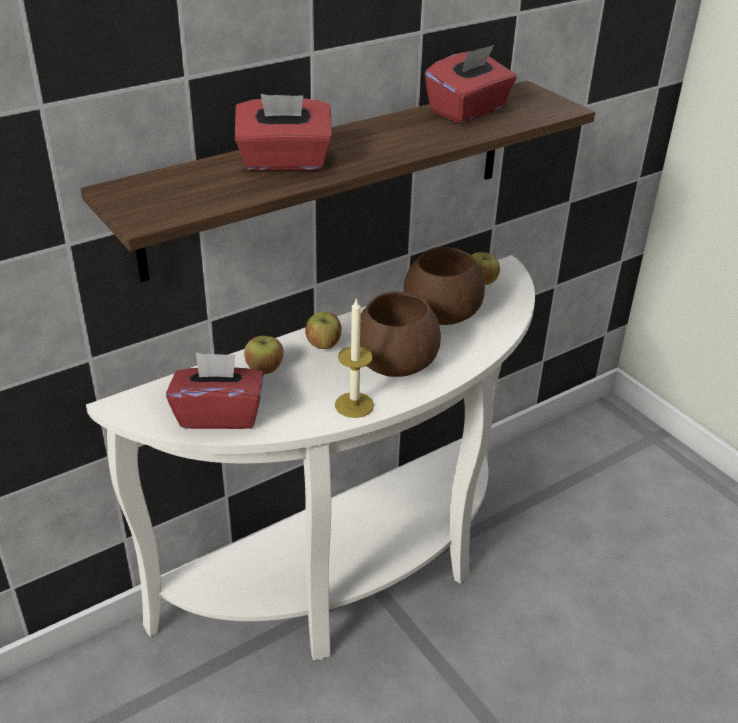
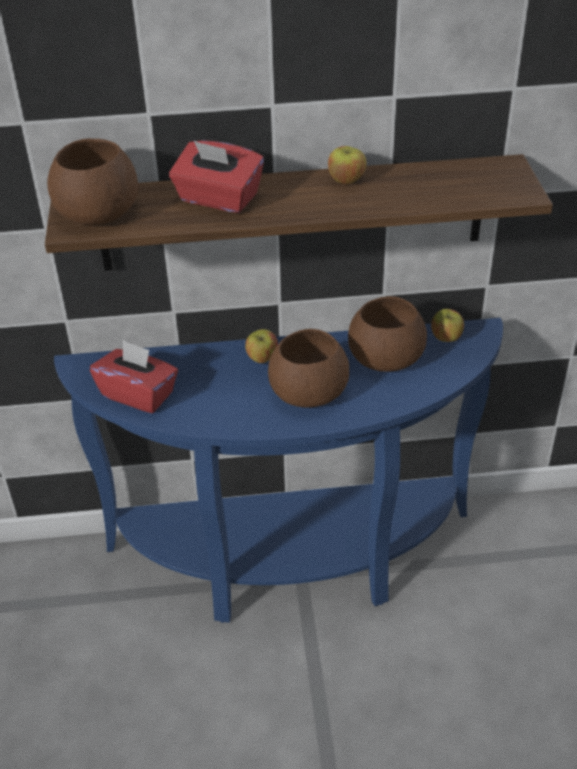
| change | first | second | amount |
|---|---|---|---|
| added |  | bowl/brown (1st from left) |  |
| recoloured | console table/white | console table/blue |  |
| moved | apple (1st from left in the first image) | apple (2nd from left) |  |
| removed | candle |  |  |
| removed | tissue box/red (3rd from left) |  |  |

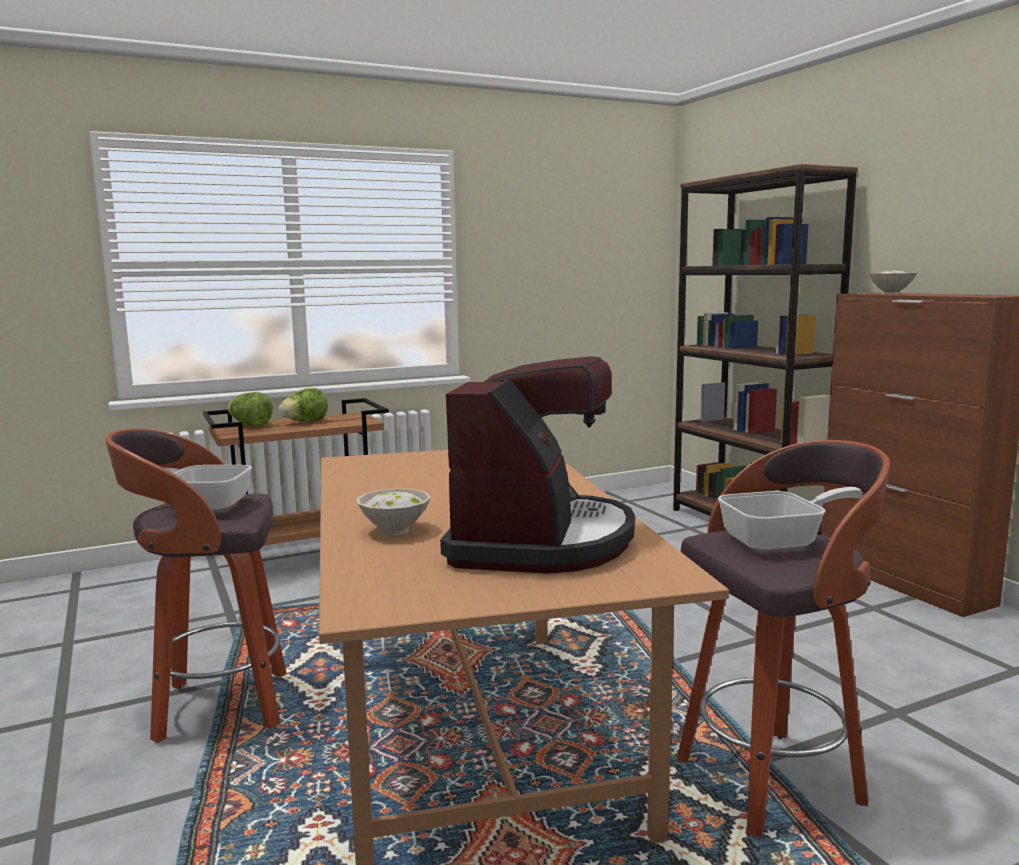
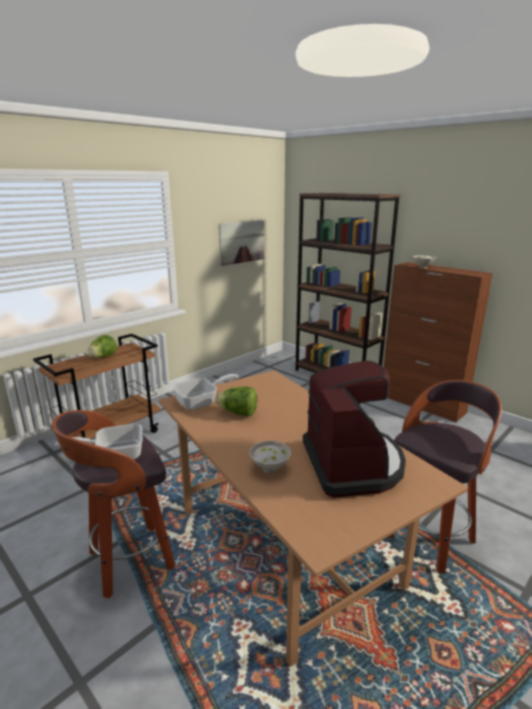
| change | first | second | amount |
|---|---|---|---|
| moved | frying pan (2nd from left) |  |  |
| moved | lettuce (1st from left in the first image) | lettuce (2nd from left) |  |
| added |  | picture |  |

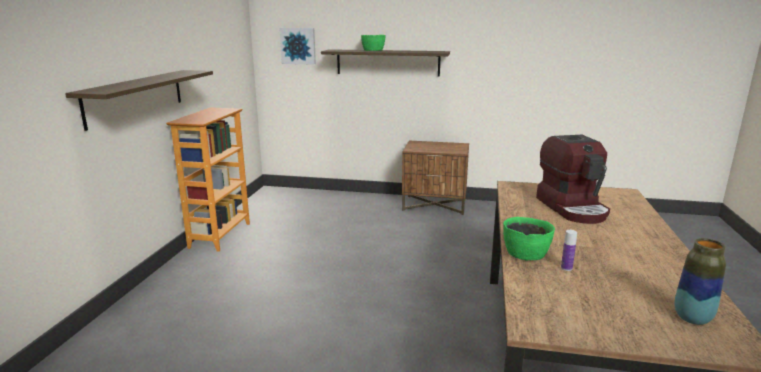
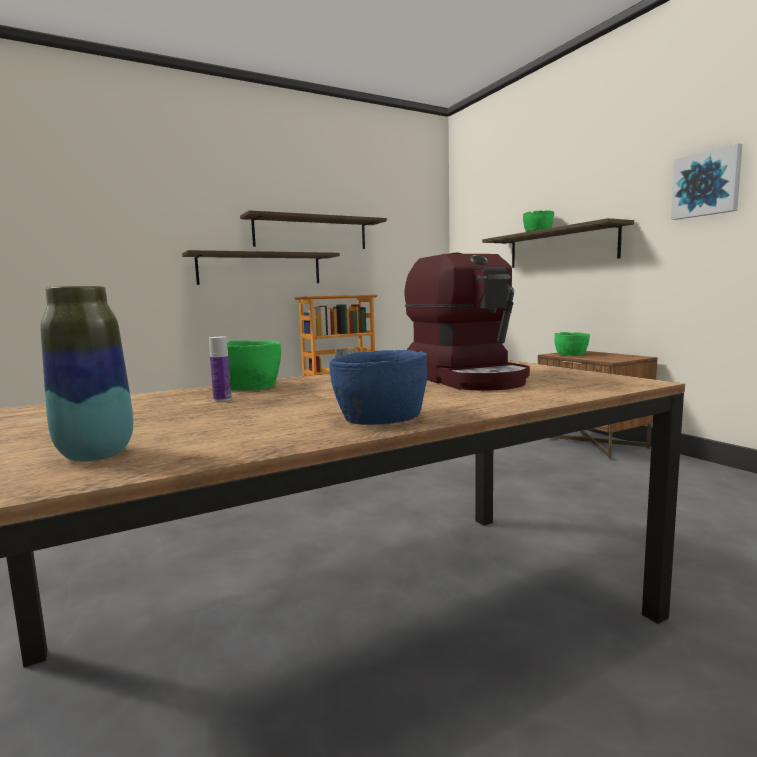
| change | first | second | amount |
|---|---|---|---|
| added |  | shelf (2nd from left) |  |
| added |  | bowl/blue |  |
| turned | coffee machine |  | 60 degrees counterclockwise |
| added |  | bowl/green (3rd from left) |  |
| moved | picture |  |  |

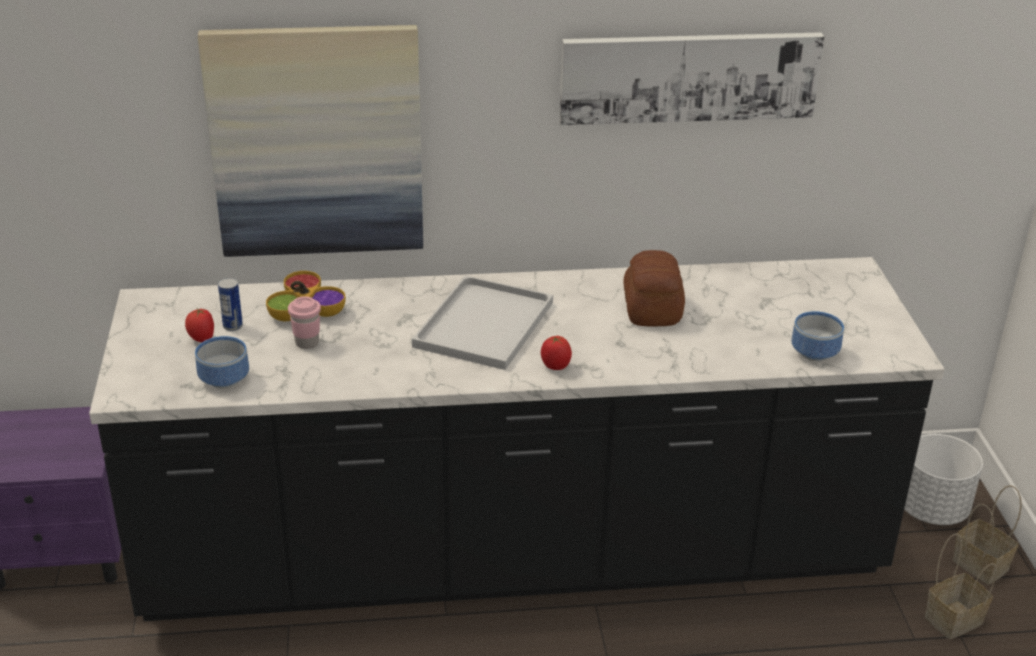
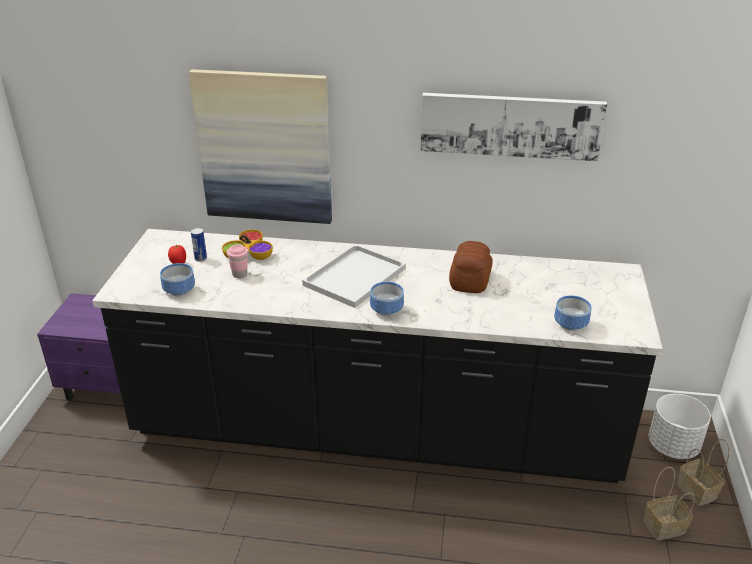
| change | first | second | amount |
|---|---|---|---|
| replaced | tomato (2nd from left) | bowl (3rd from left) |  |

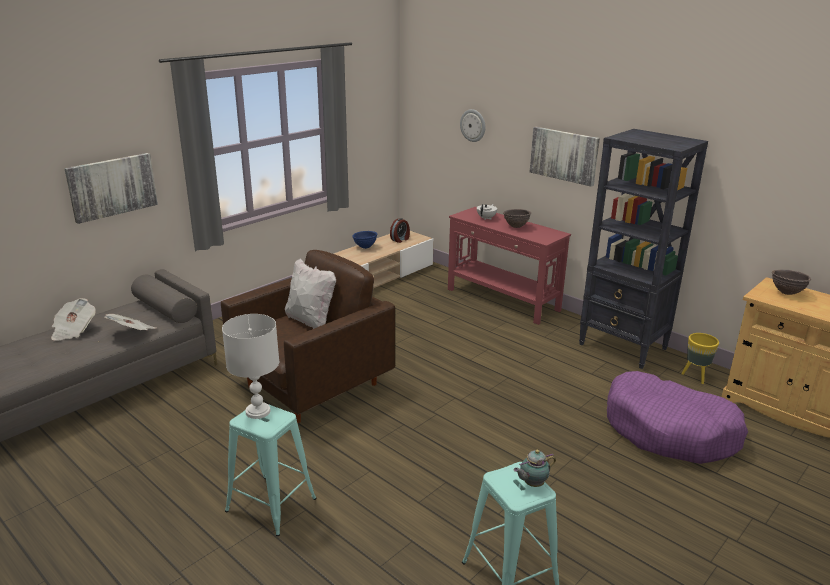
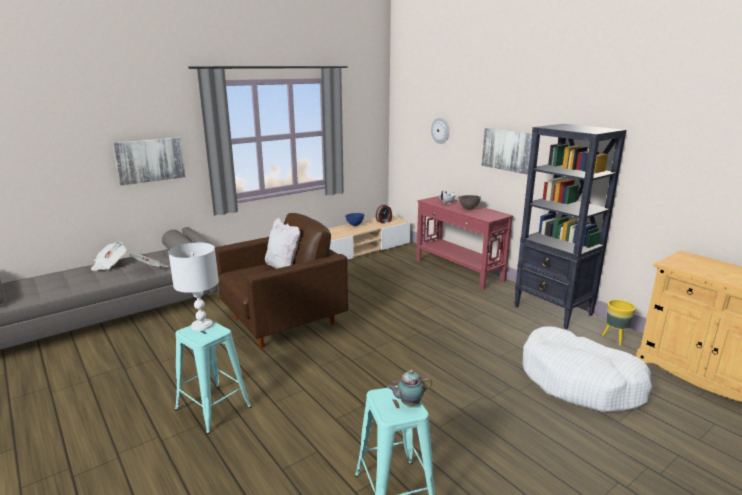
| change | first | second | amount |
|---|---|---|---|
| recoloured | dog bed/purple | dog bed/white |  |
| removed | bowl/brown (2nd from left) |  |  |

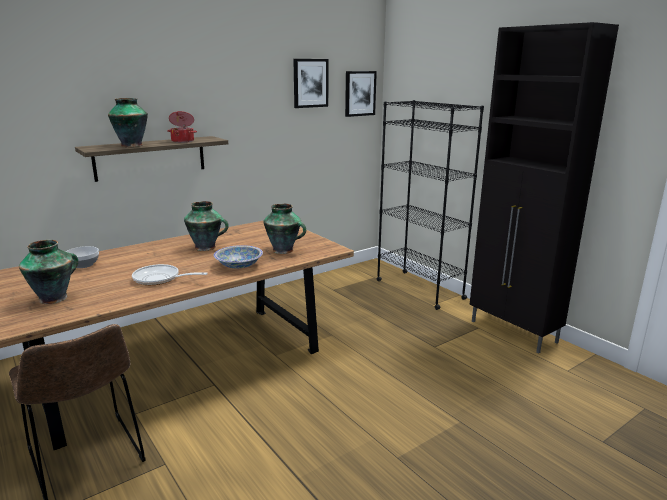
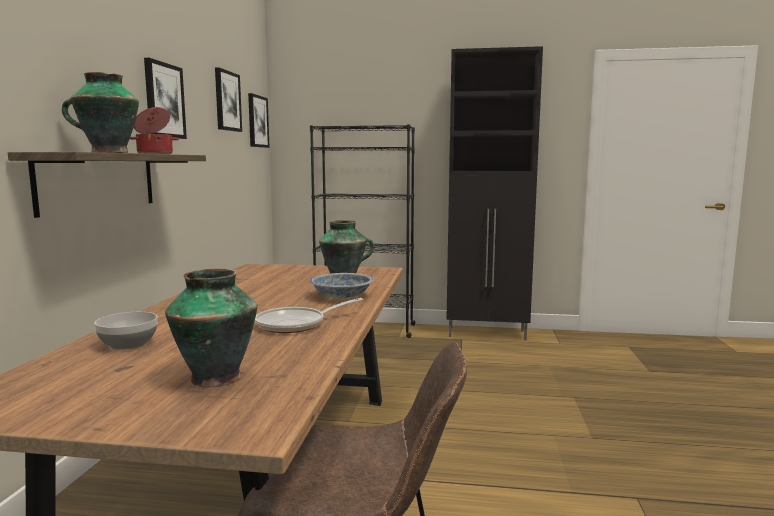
| change | first | second | amount |
|---|---|---|---|
| added |  | picture (1st from left) |  |
| removed | vase (3rd from left) |  |  |

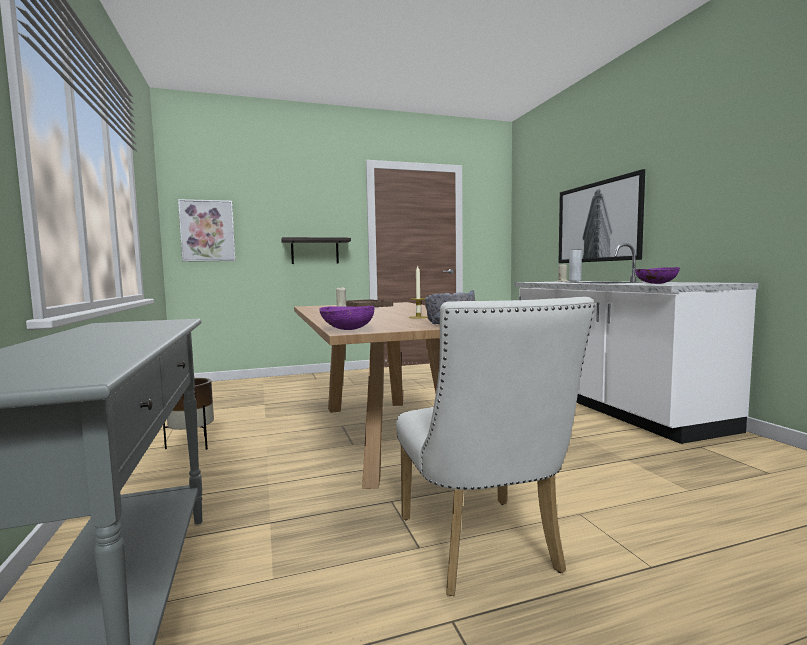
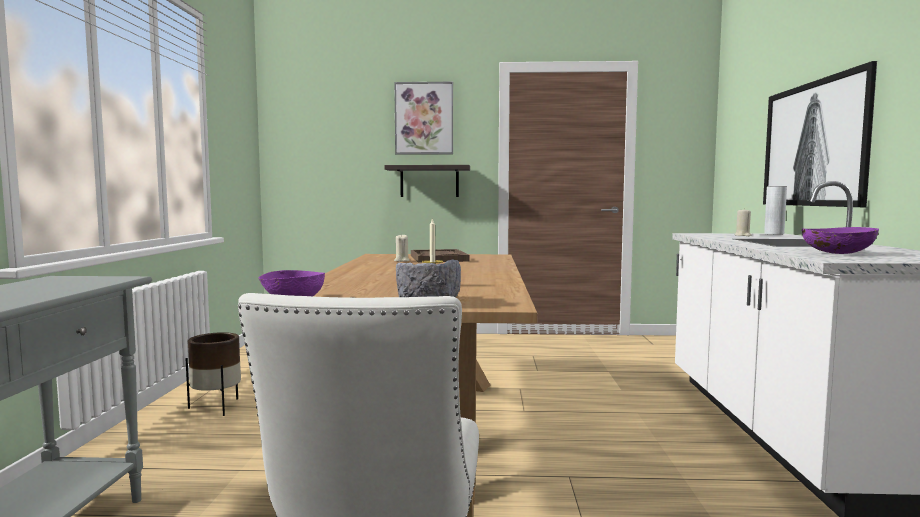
| change | first | second | amount |
|---|---|---|---|
| moved | picture (1st from left) |  |  |

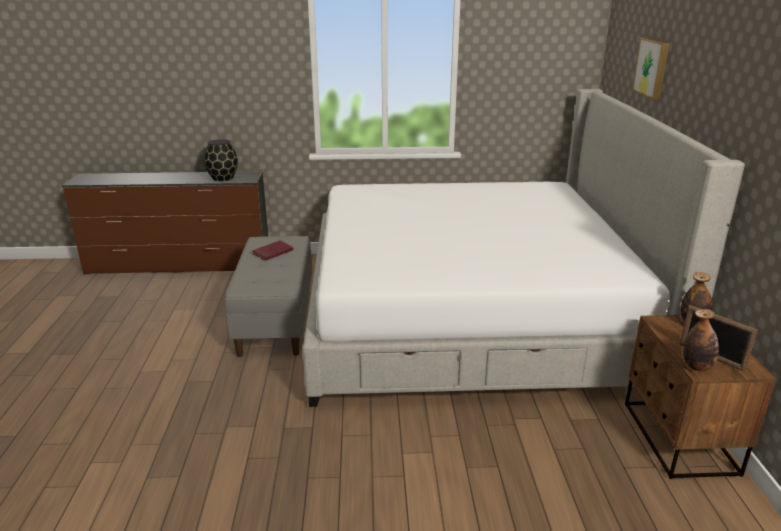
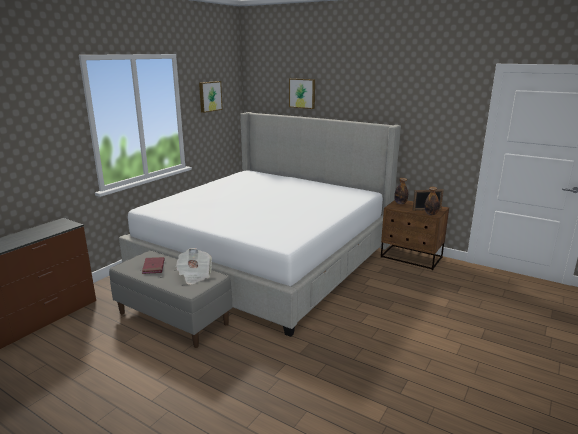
| change | first | second | amount |
|---|---|---|---|
| added |  | newspaper |  |
| added |  | picture (1st from left) |  |
| removed | vase/black |  |  |

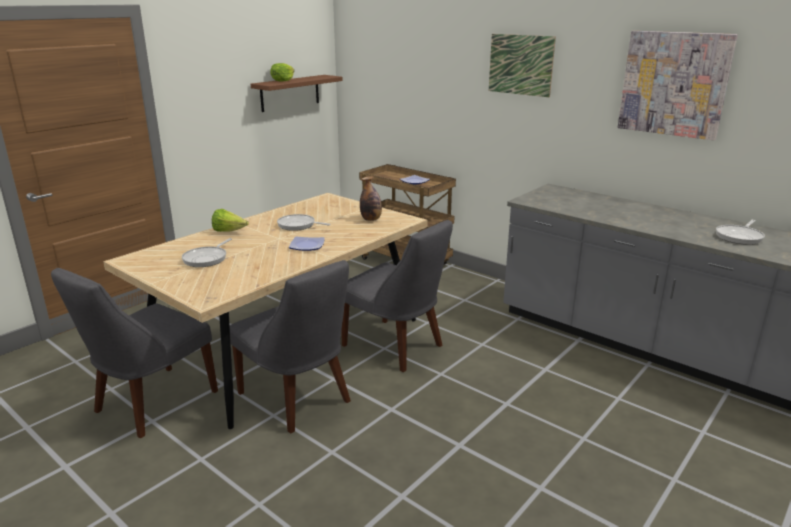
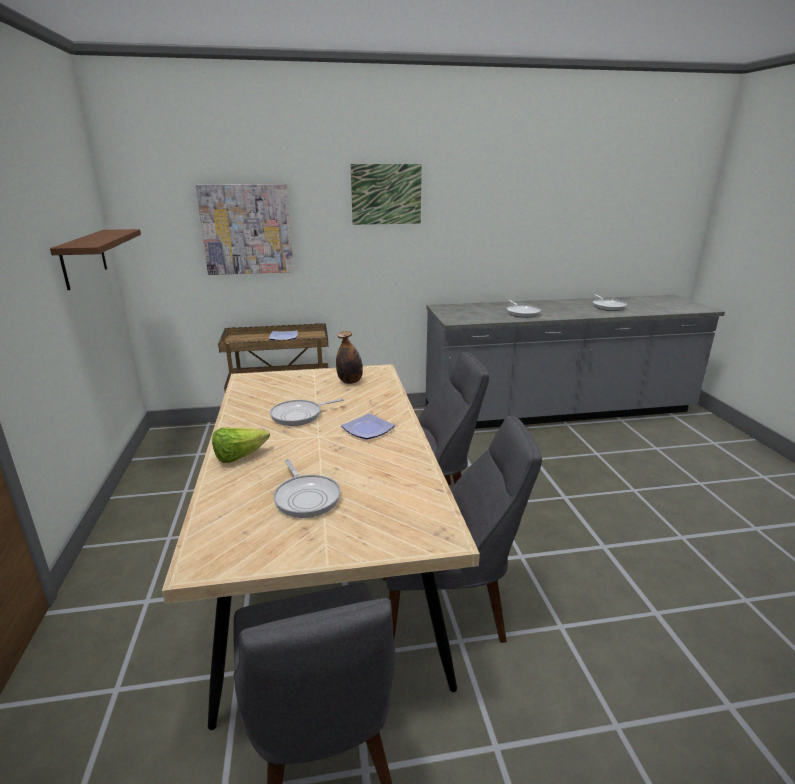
| change | first | second | amount |
|---|---|---|---|
| moved | picture (2nd from left in the first image) | picture (1st from left) |  |
| added |  | frying pan (3rd from left) |  |
| removed | lettuce (2nd from left) |  |  |

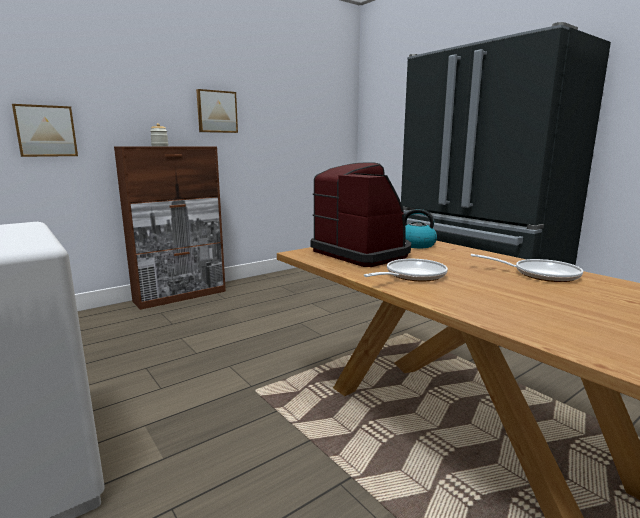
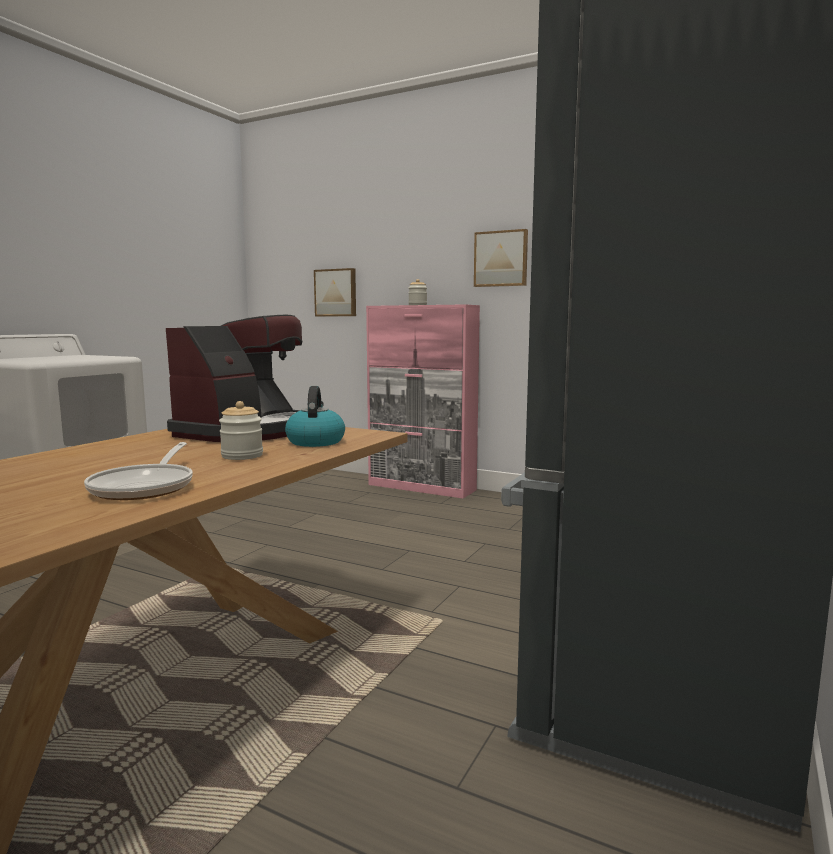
| change | first | second | amount |
|---|---|---|---|
| added |  | jar (1st from left) |  |
| recoloured | cabinet/brown | cabinet/pink |  |
| removed | frying pan (1st from left) |  |  |

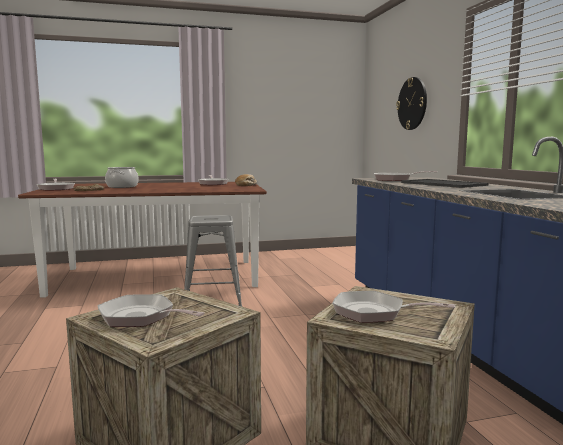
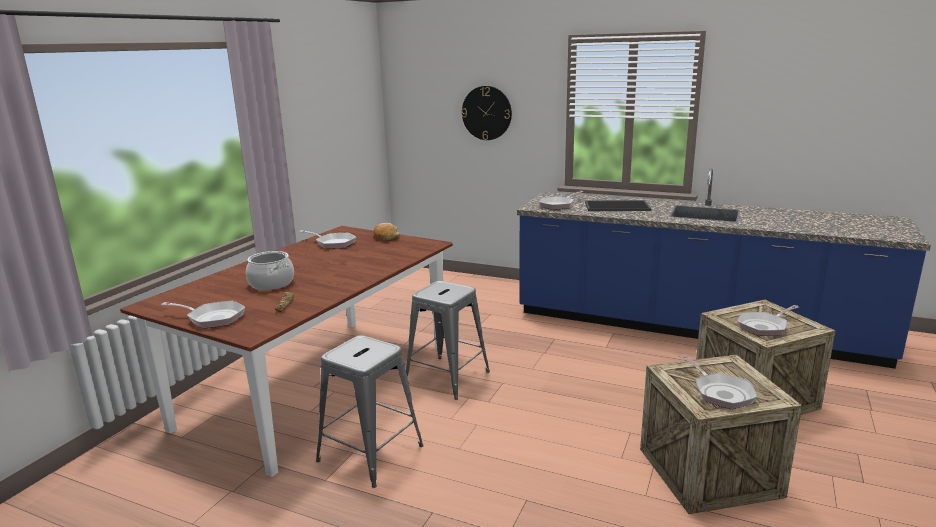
| change | first | second | amount |
|---|---|---|---|
| added |  | stool/grey (1st from left) |  |
| turned | frying pan (2nd from left in the first image) | frying pan (4th from left) | 90 degrees counterclockwise |

